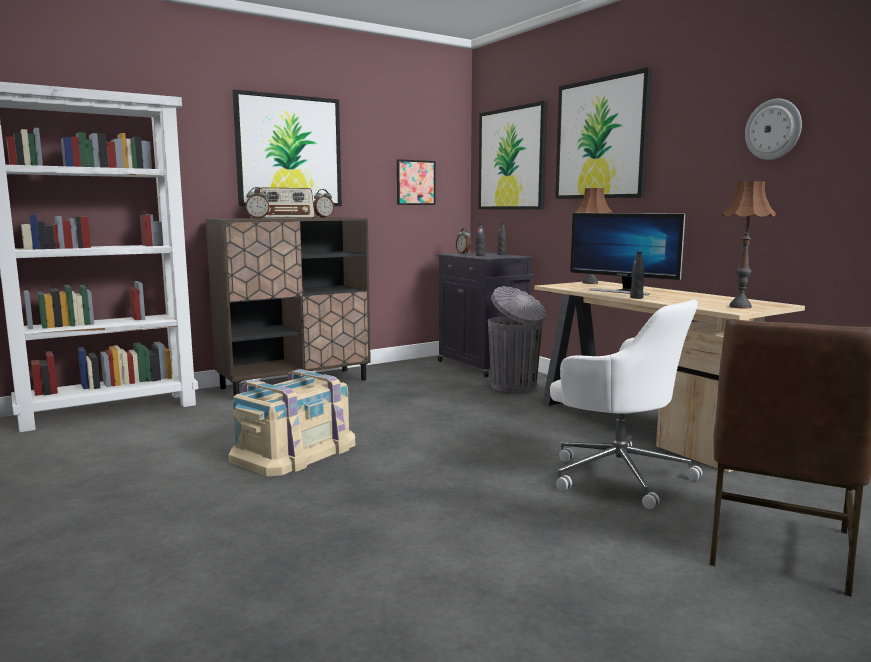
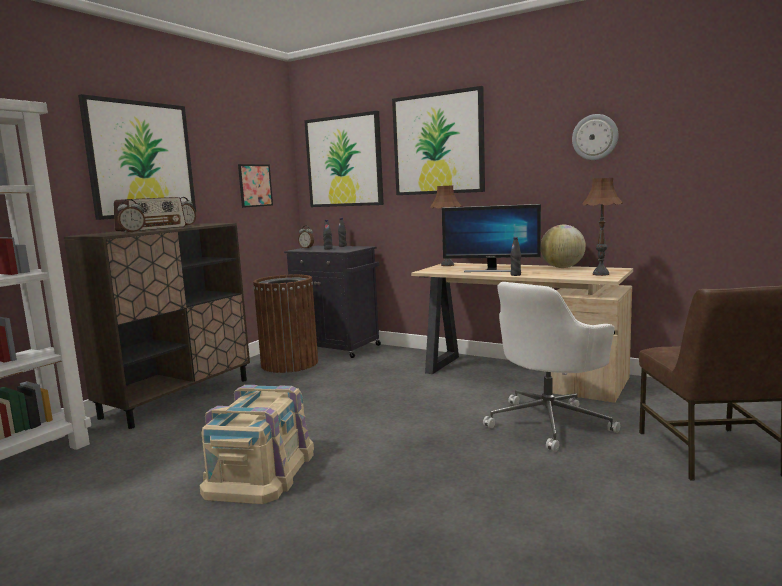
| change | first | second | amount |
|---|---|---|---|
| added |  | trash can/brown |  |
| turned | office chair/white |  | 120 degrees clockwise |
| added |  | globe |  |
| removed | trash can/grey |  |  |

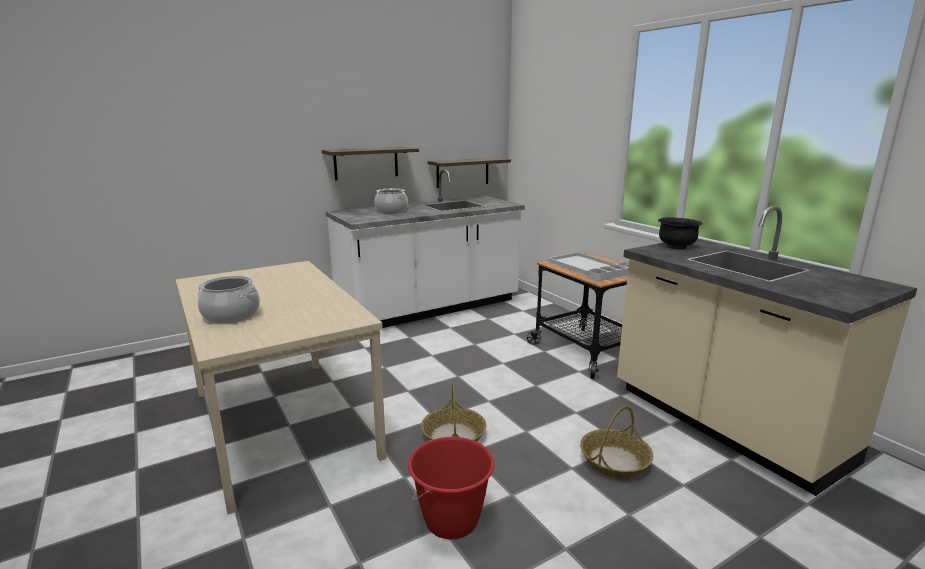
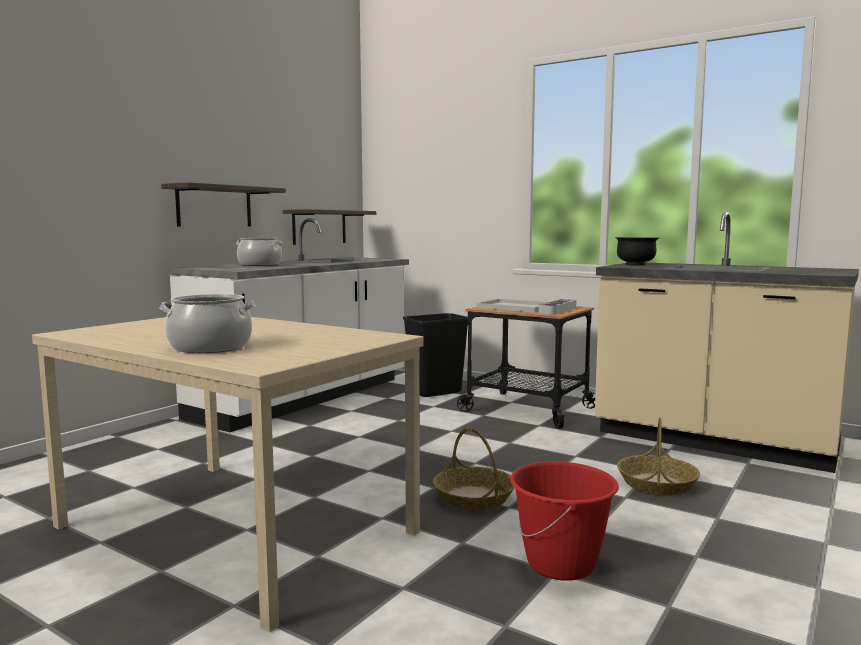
| change | first | second | amount |
|---|---|---|---|
| added |  | trash can/black |  |

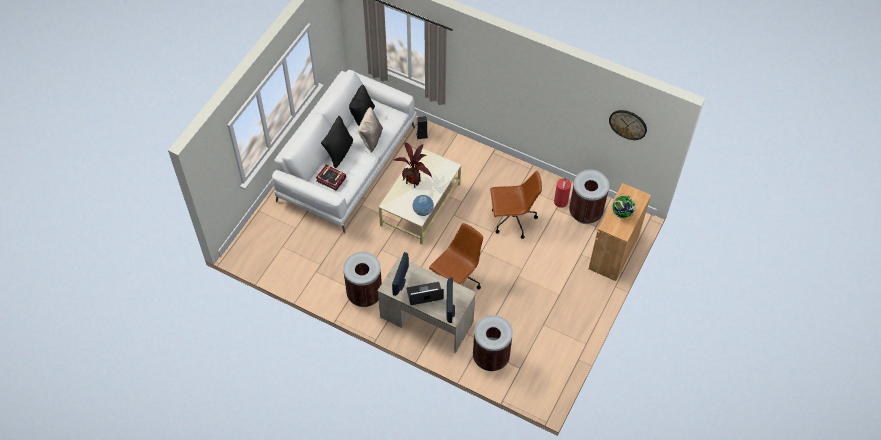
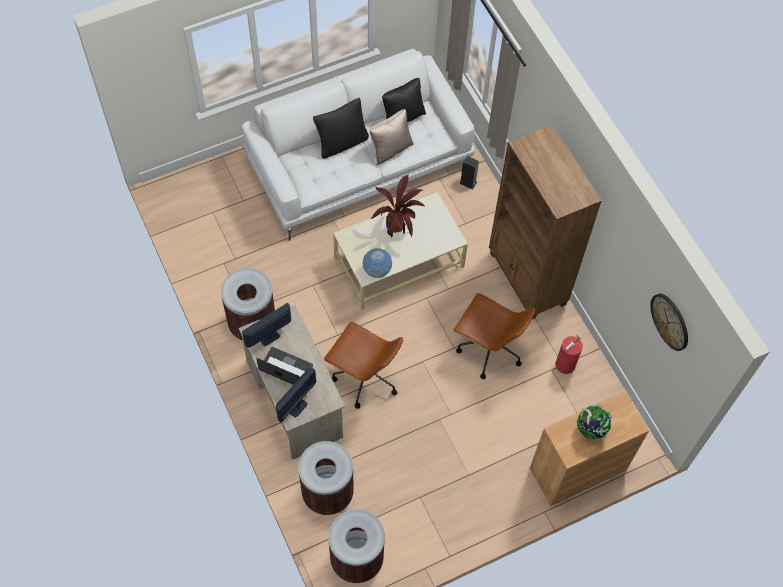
| change | first | second | amount |
|---|---|---|---|
| turned | office chair/brown (1st from left) |  | 45 degrees clockwise |
| moved | trash can/brown (3rd from left) |  |  |
| added |  | bookcase/brown |  |
| removed | book |  |  |

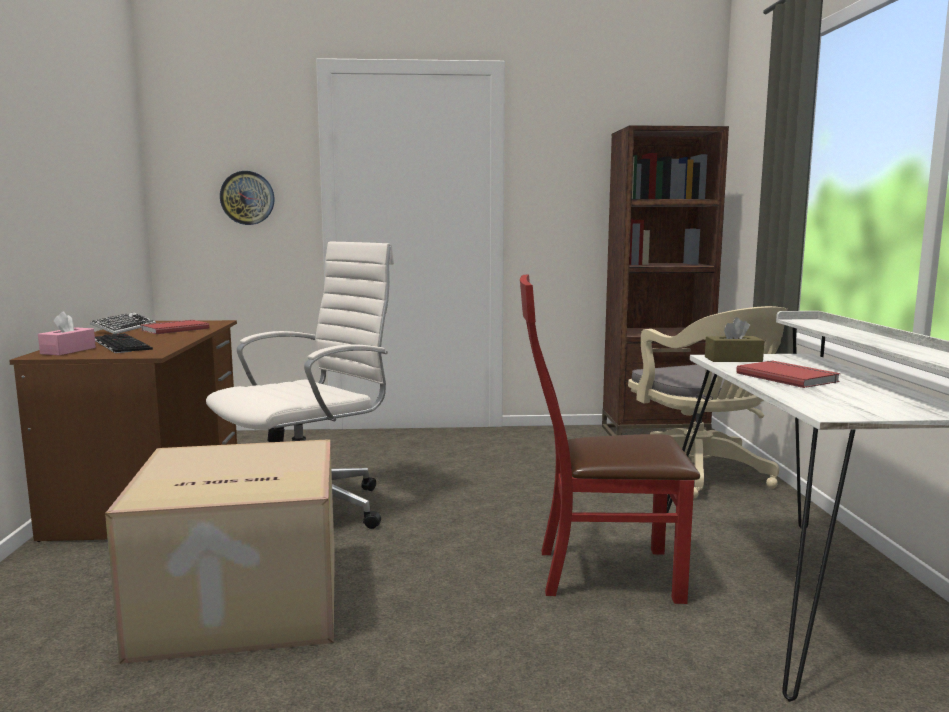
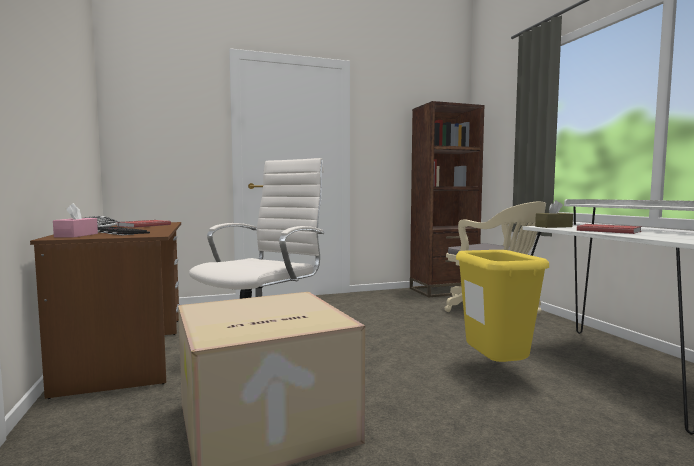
| change | first | second | amount |
|---|---|---|---|
| replaced | chair/red | trash can/yellow |  |
| removed | wall clock |  |  |

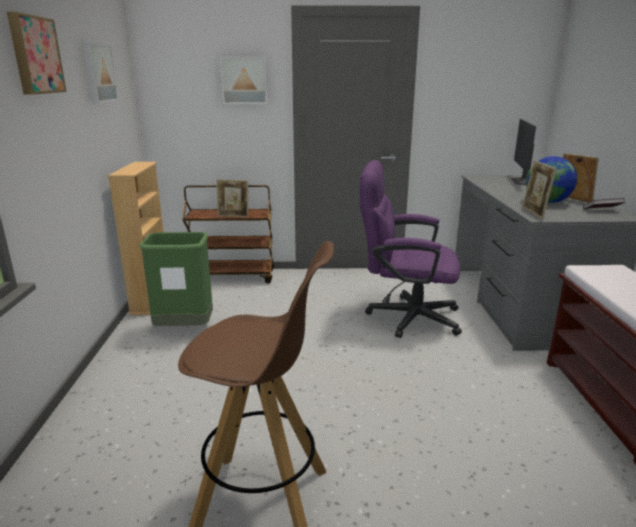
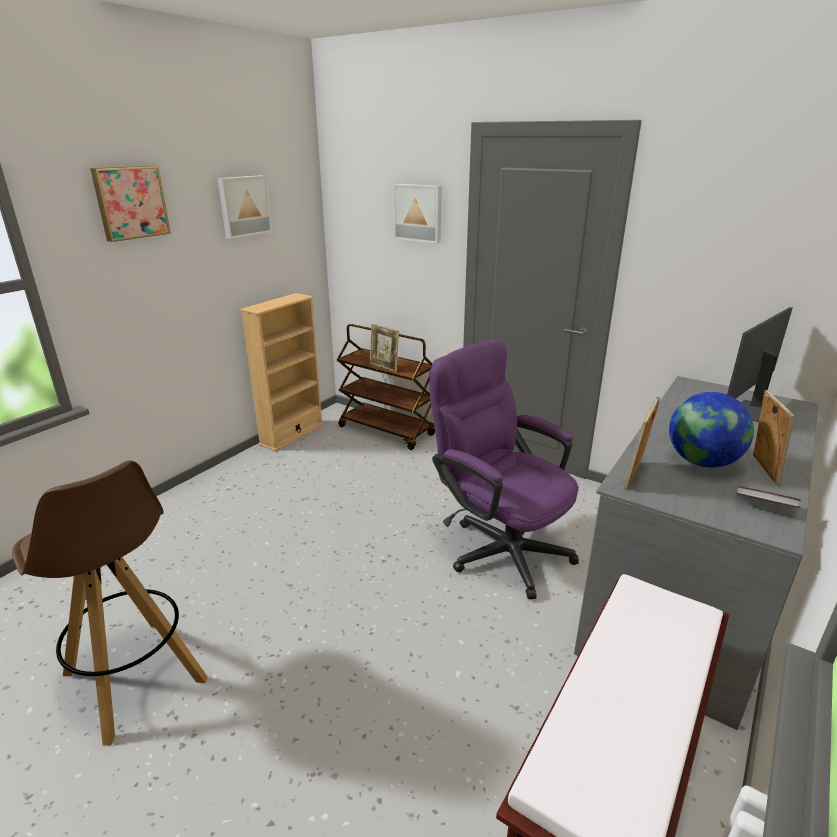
| change | first | second | amount |
|---|---|---|---|
| removed | trash can/green |  |  |

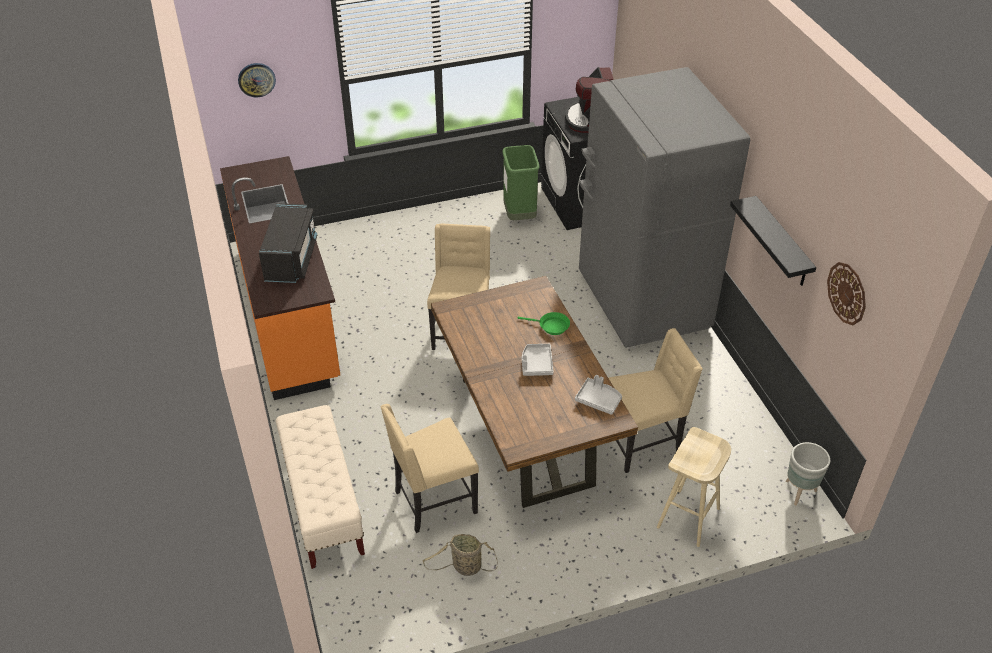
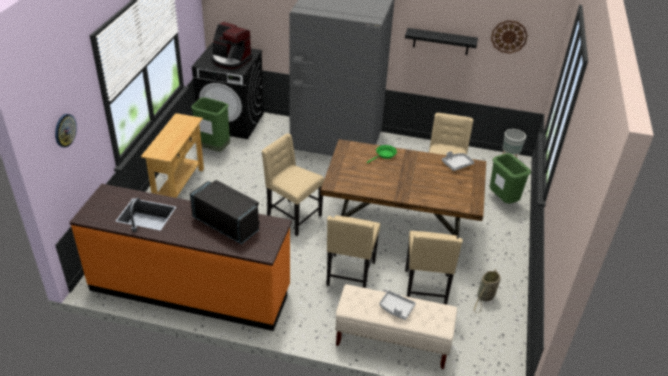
| change | first | second | amount |
|---|---|---|---|
| added |  | console table/beige |  |
| added |  | chair/beige (2nd from left) |  |
| moved | tray/grey (1st from left) |  |  |
| replaced | stool/beige | trash can/green (2nd from left) |  |

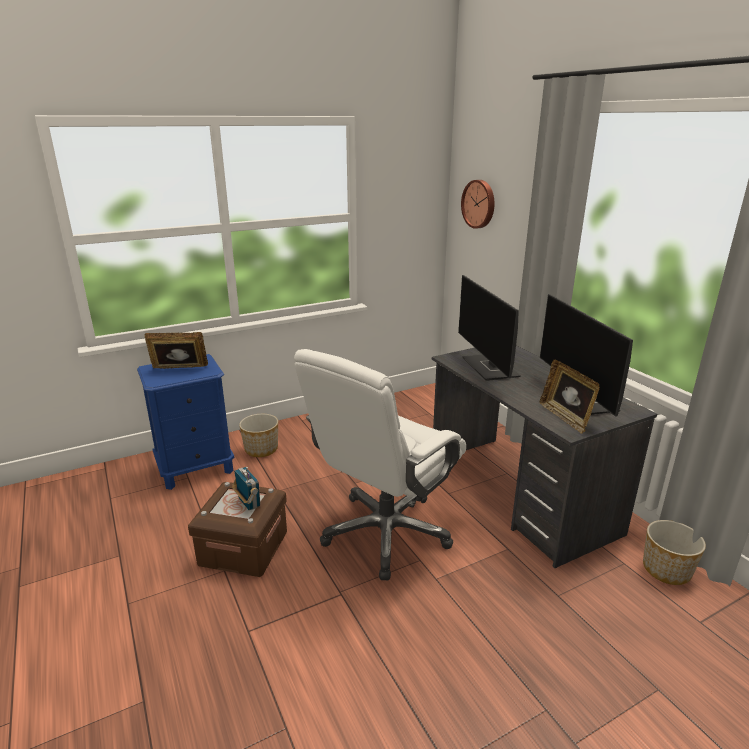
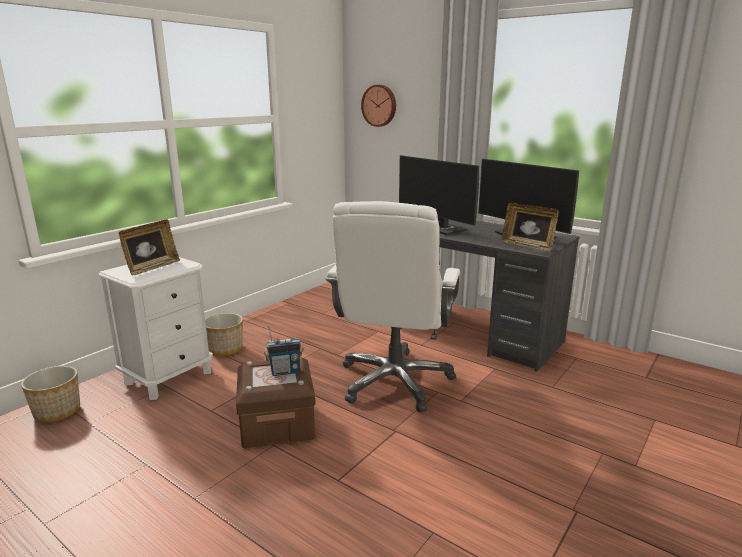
| change | first | second | amount |
|---|---|---|---|
| moved | planter (2nd from left in the first image) | planter (1st from left) |  |
| recoloured | nightstand/blue | nightstand/white |  |
| turned | picture frame (1st from left) |  | 150 degrees clockwise |
| turned | radio |  | 135 degrees clockwise |

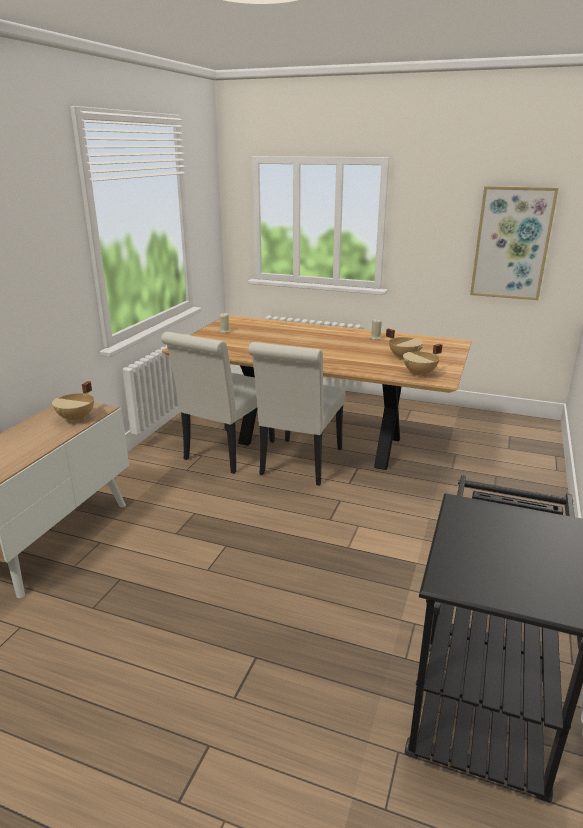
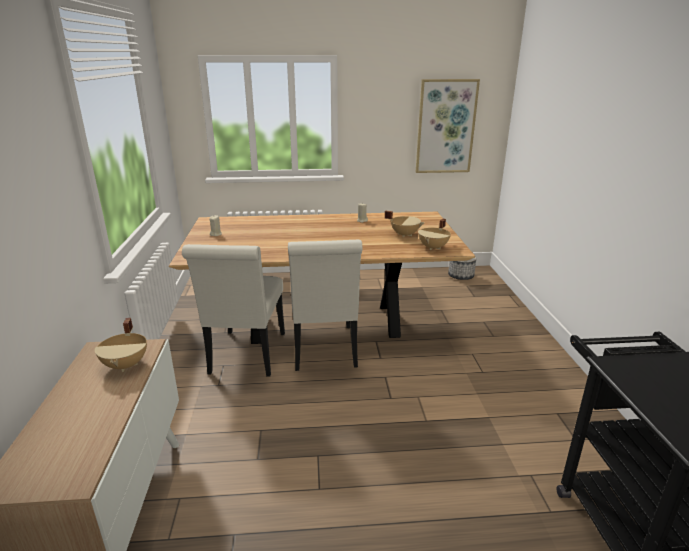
| change | first | second | amount |
|---|---|---|---|
| added |  | planter |  |

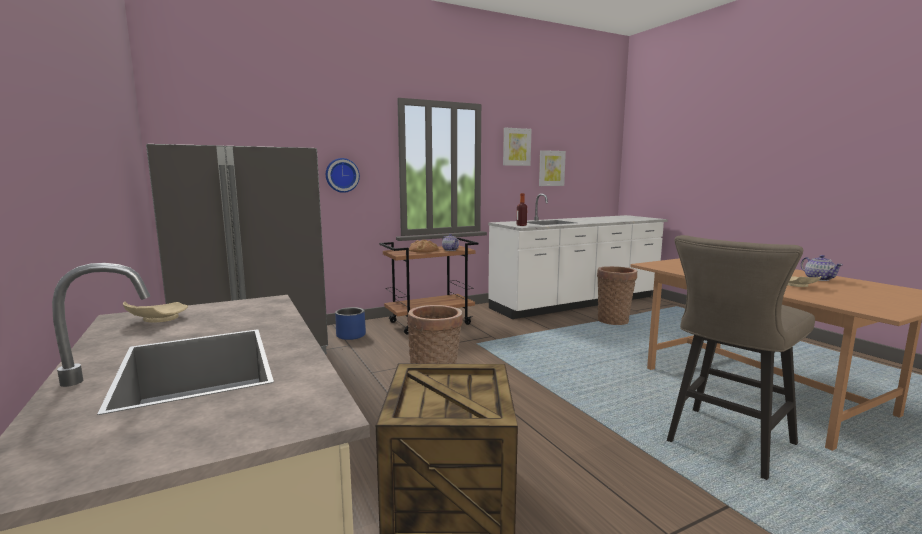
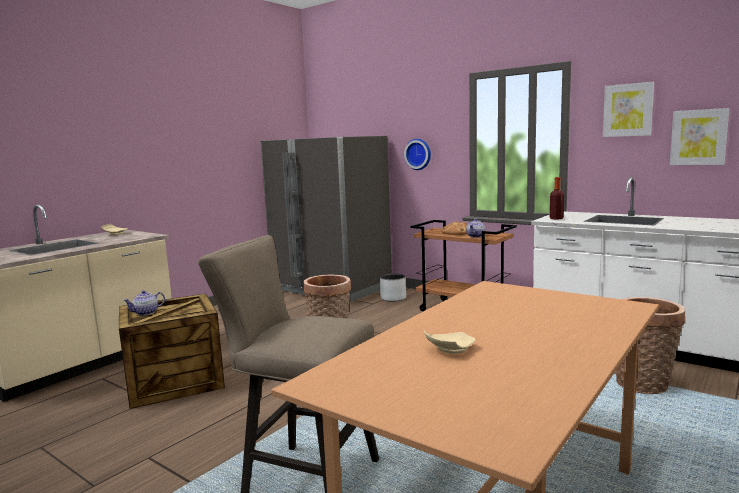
| change | first | second | amount |
|---|---|---|---|
| moved | teapot (2nd from left in the first image) | teapot (1st from left) |  |
| recoloured | planter/blue | planter/grey |  |

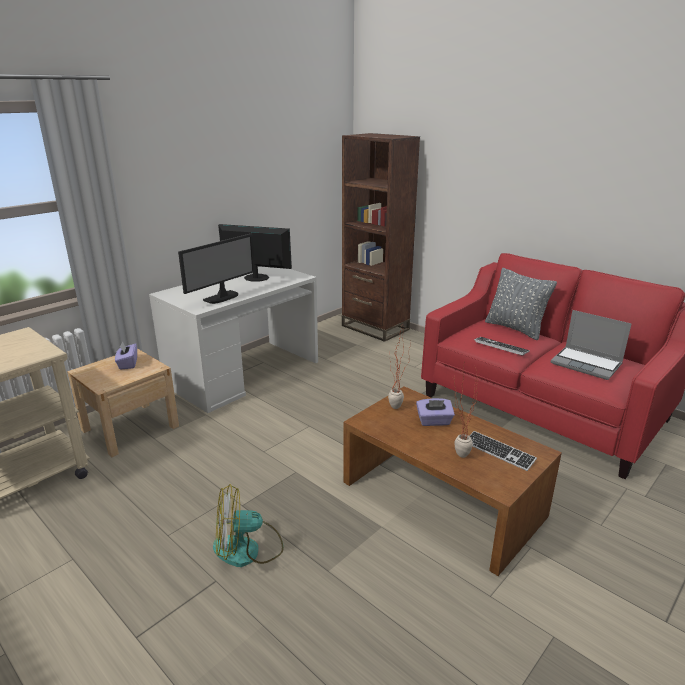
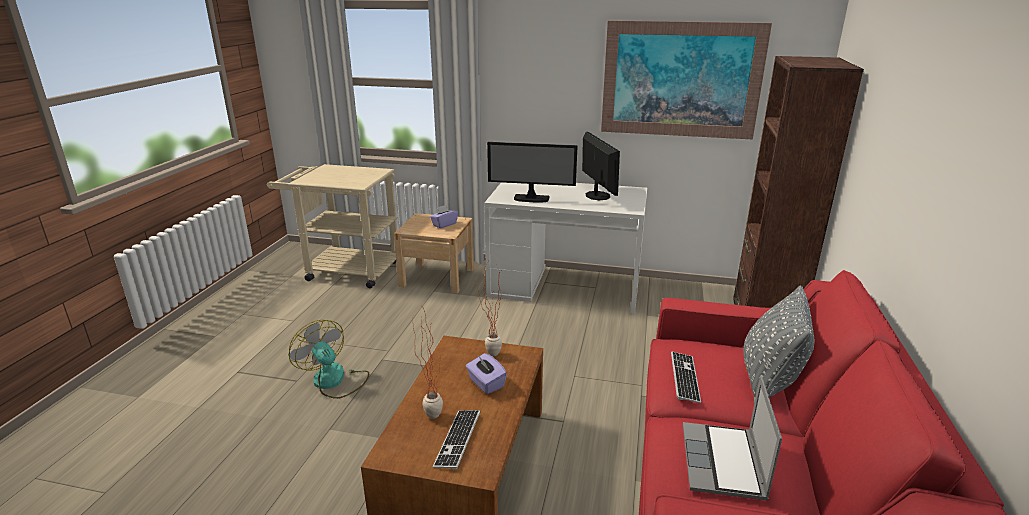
| change | first | second | amount |
|---|---|---|---|
| added |  | picture |  |

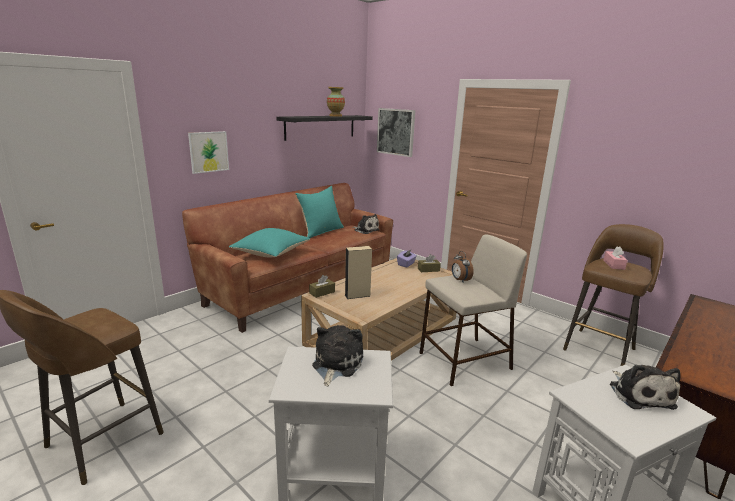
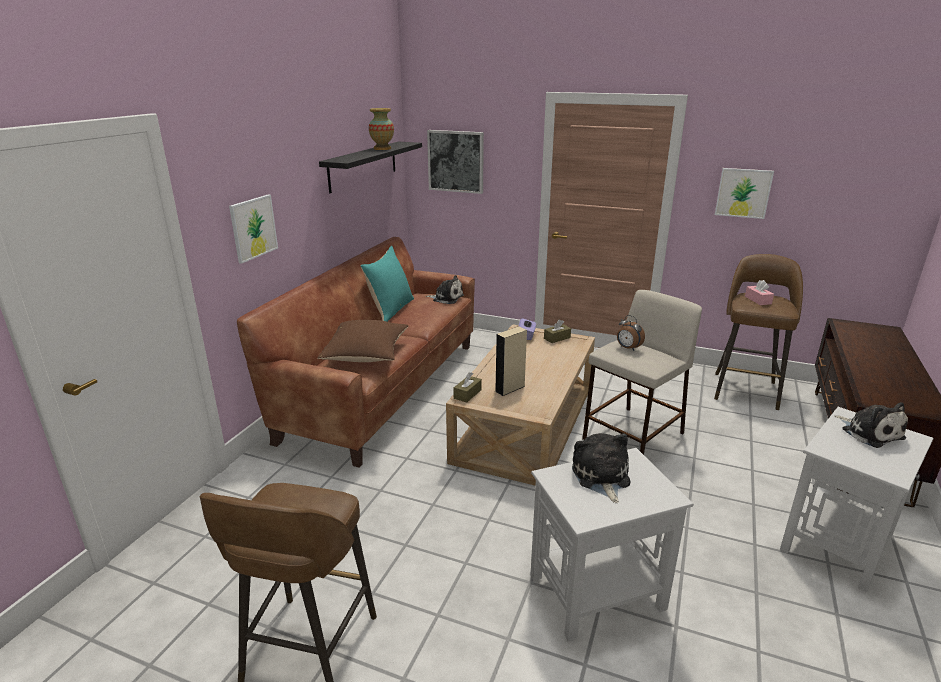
| change | first | second | amount |
|---|---|---|---|
| recoloured | pillow/turquoise (1st from left) | pillow/brown |  |
| added |  | picture (3rd from left) |  |

